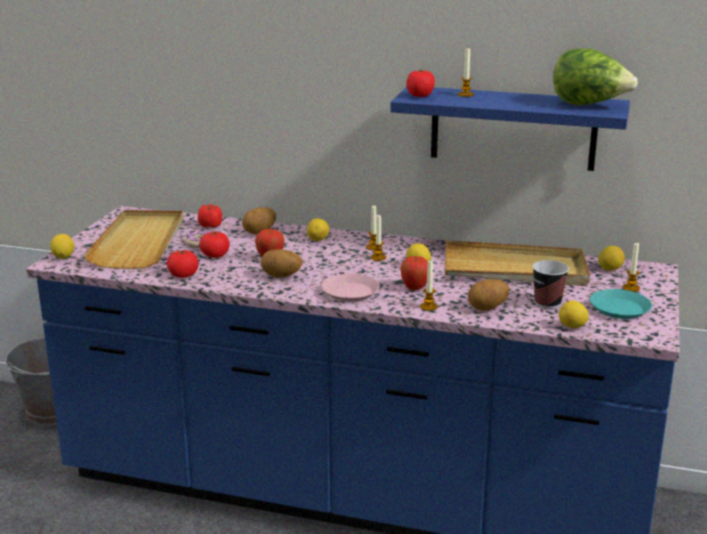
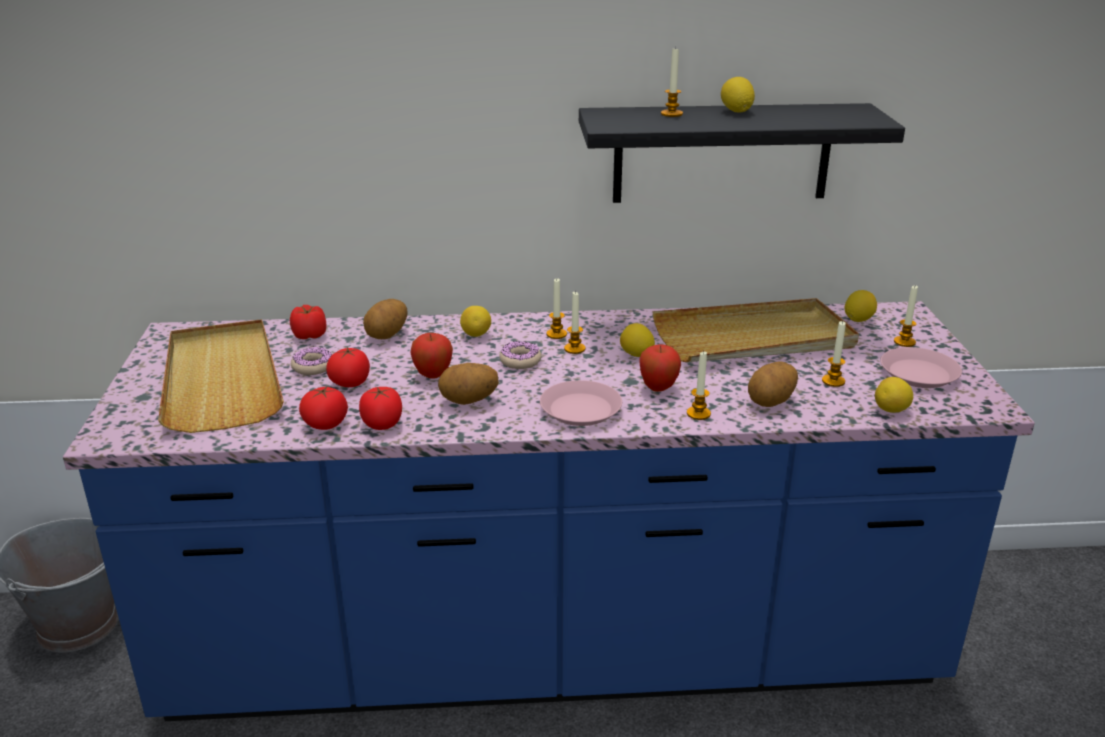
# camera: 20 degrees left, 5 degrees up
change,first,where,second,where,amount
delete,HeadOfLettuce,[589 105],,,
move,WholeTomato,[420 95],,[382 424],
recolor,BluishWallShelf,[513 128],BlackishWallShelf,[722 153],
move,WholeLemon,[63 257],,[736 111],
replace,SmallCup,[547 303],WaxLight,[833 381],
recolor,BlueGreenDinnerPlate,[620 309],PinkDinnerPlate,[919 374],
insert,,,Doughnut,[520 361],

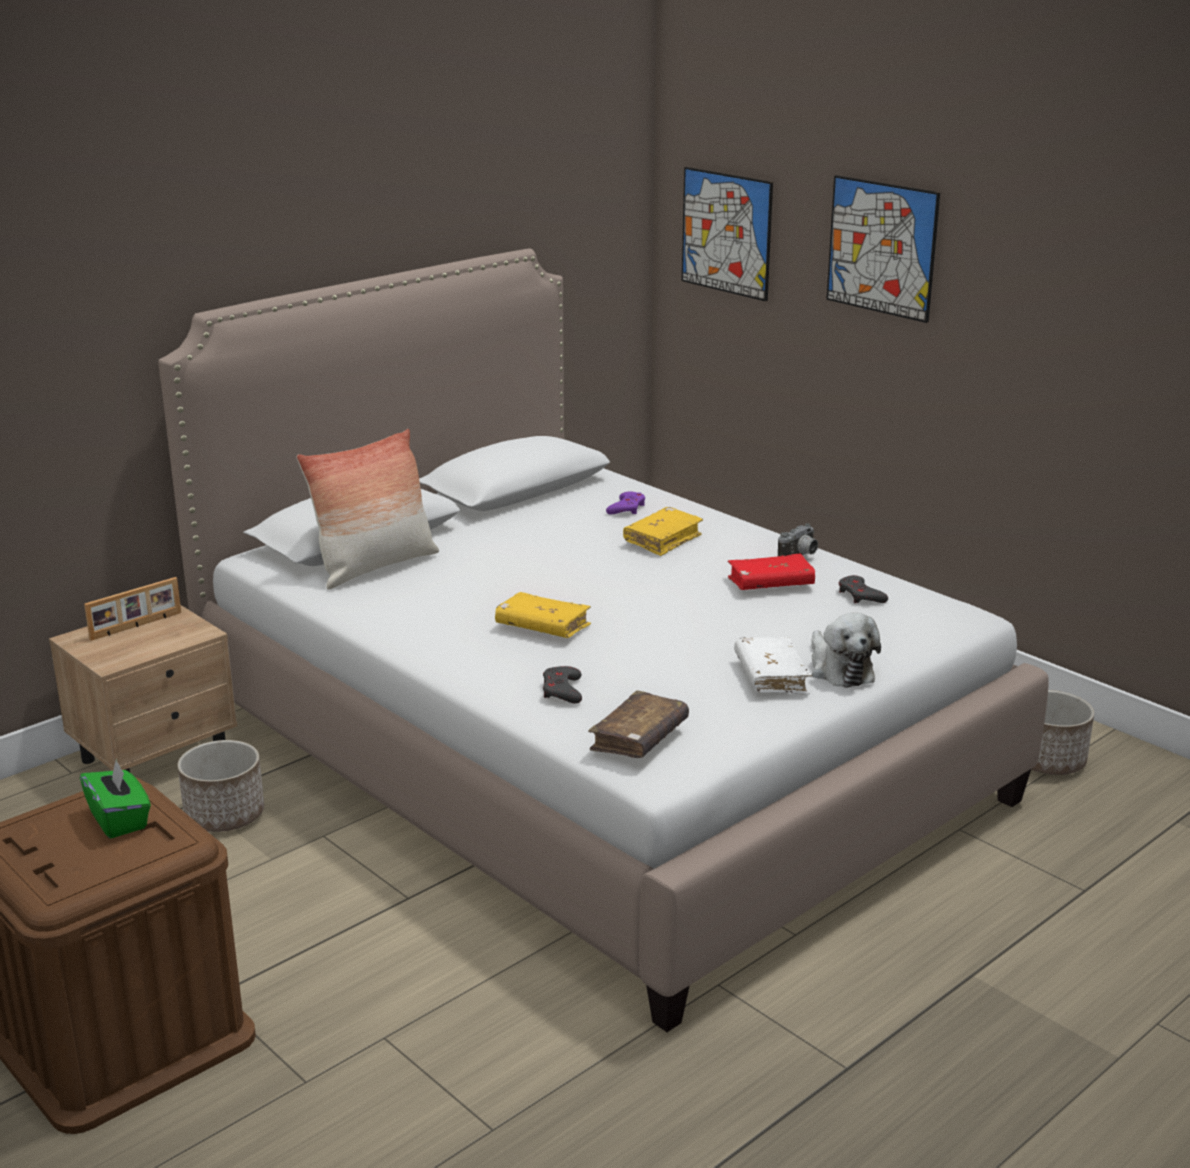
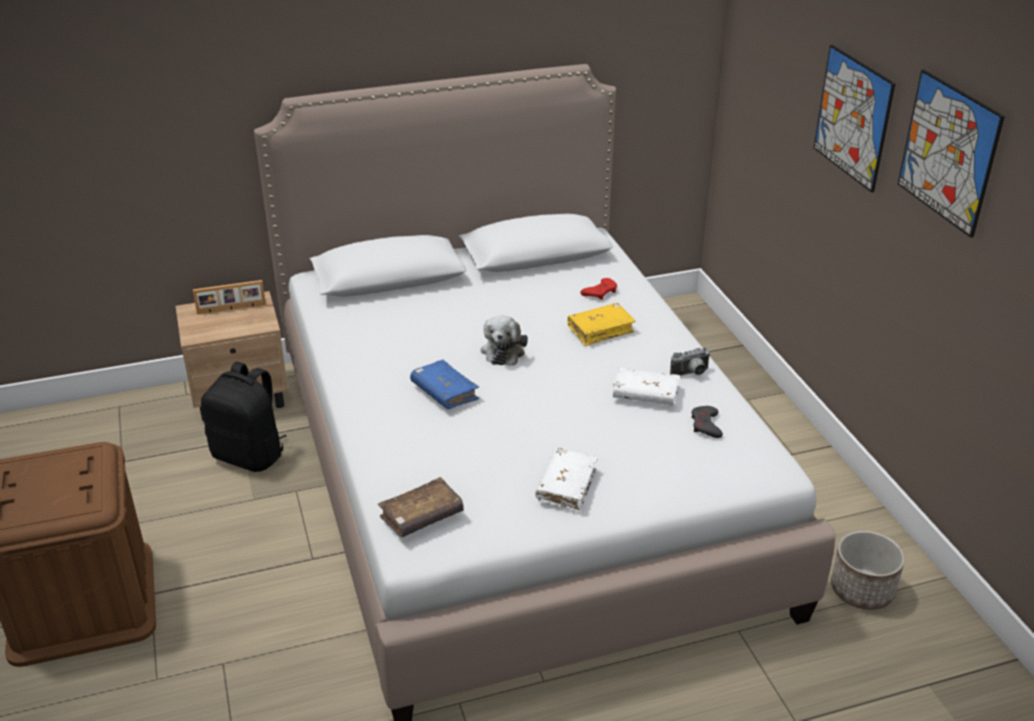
# camera: 25 degrees right, 10 degrees up
change,first,where,second,where,amount
move,WallPicture,[726 233],,[948 152],
delete,Pillow,[375 567],,,
recolor,PurpleColouredGamepad,[627 508],ReddishGamepad,[600 292],
recolor,ReddishVolume,[770 584],WhiteColouredVolume,[645 395],
recolor,YellowColouredVolume,[542 627],BluishVolume,[444 392],
move,PlushToy,[839 669],,[503 350],
delete,GreyishGamepad,[562 690],,,
replace,Planter,[225 815],BlackishRucksack,[250 455],
delete,GreenTissueHolder,[119 819],,,

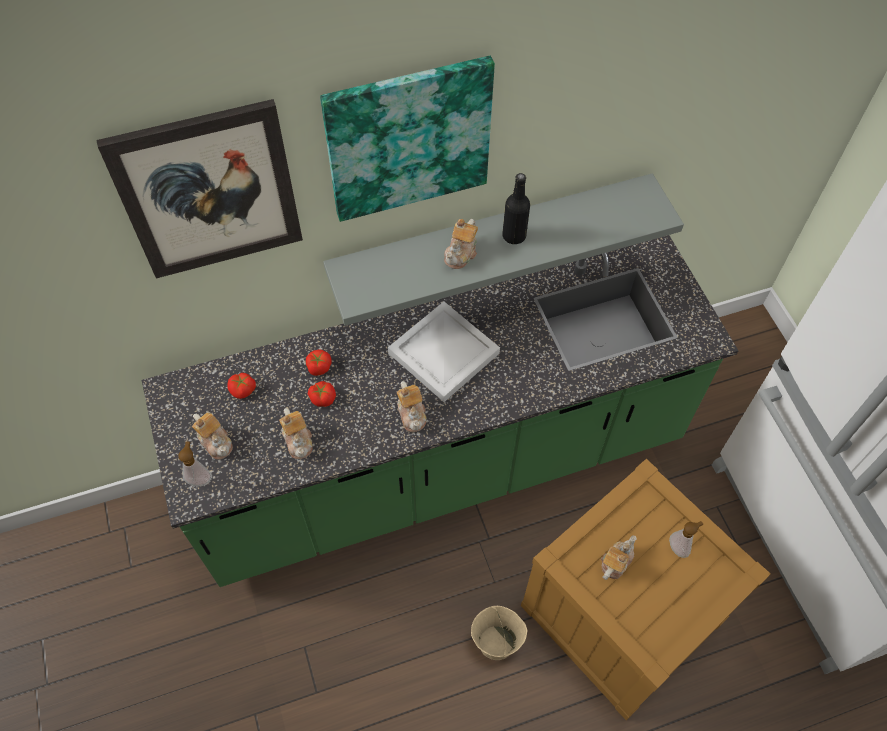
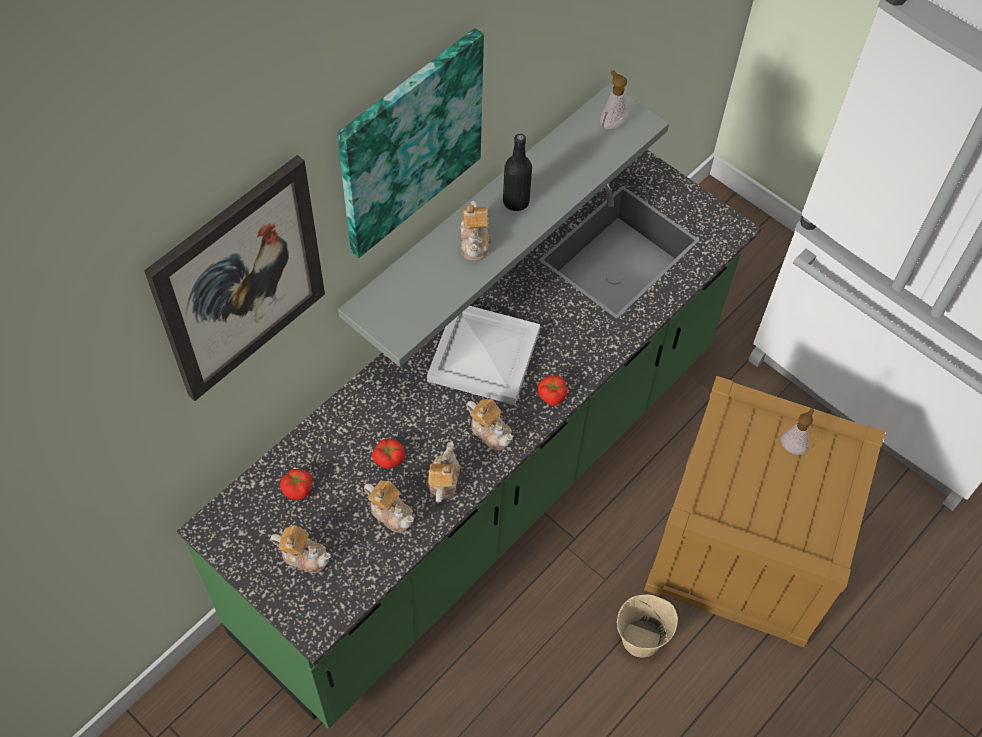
# camera: 30 degrees left, 0 degrees up
change,first,where,second,where,amount
move,WholeTomato,[318 367],,[551 395],
move,LiquidSoapBottle,[200 478],,[611 123],
move,PotForTea,[615 562],,[443 481],

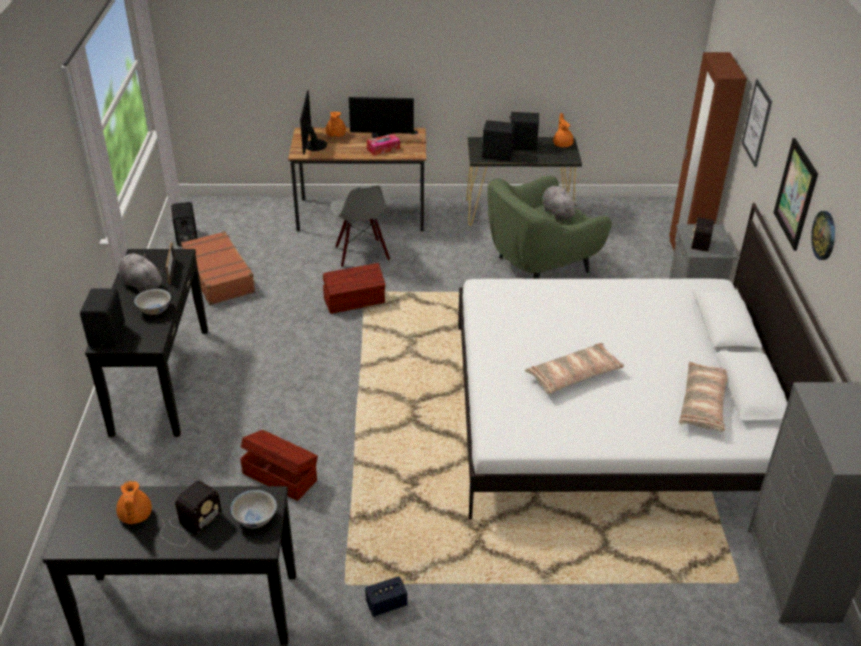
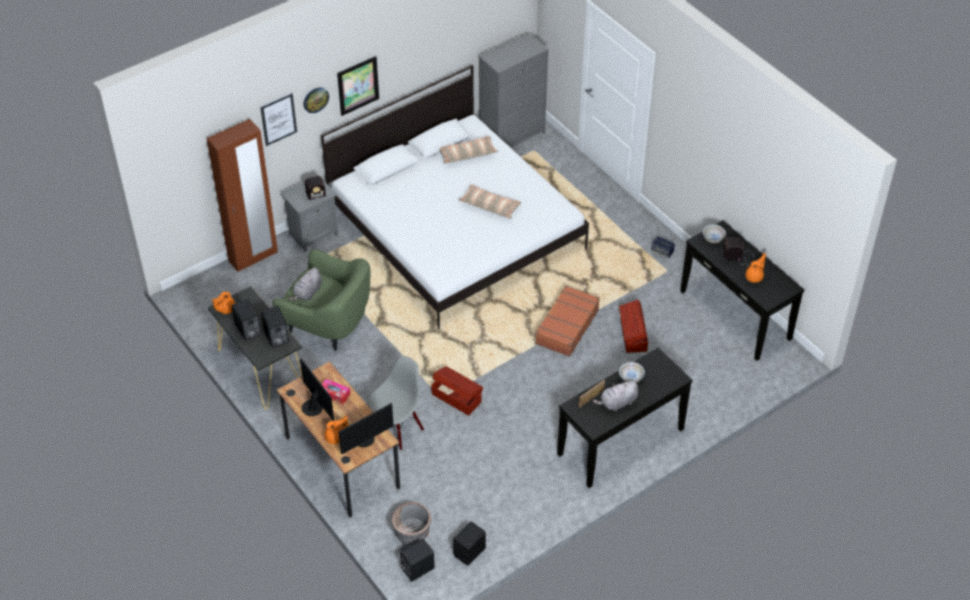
# camera: 125 degrees left, 10 degrees up
change,first,where,second,where,amount
move,WallClock,[824 235],,[315 99],
move,BrownPieceOfLuggage,[219 276],,[566 326],
rotate,GreyishPlushToy,[141 284],,[617 403],60 degrees clockwise
move,BlackishAudioSpeaker,[108 335],,[417 568],
insert,,,GreyishPlanter,[412 533],

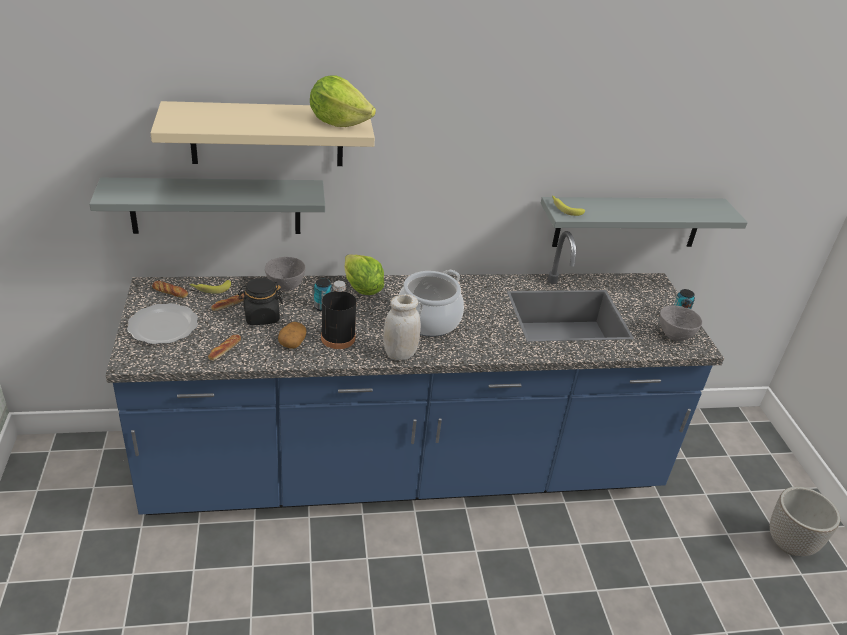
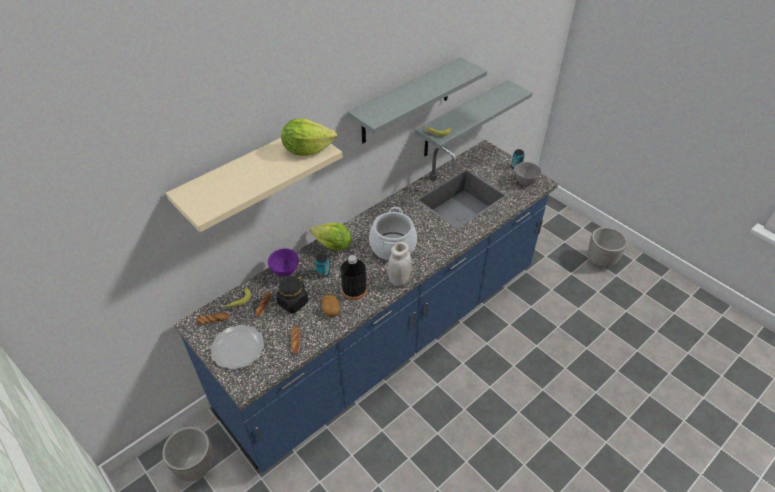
# camera: 30 degrees left, 10 degrees up
change,first,where,second,where,amount
move,GreyishWallShelf,[216 206],,[406 101],
recolor,GreyishBowl,[286 287],PurpleColouredBowl,[286 272],
insert,,,Planter,[196 466],

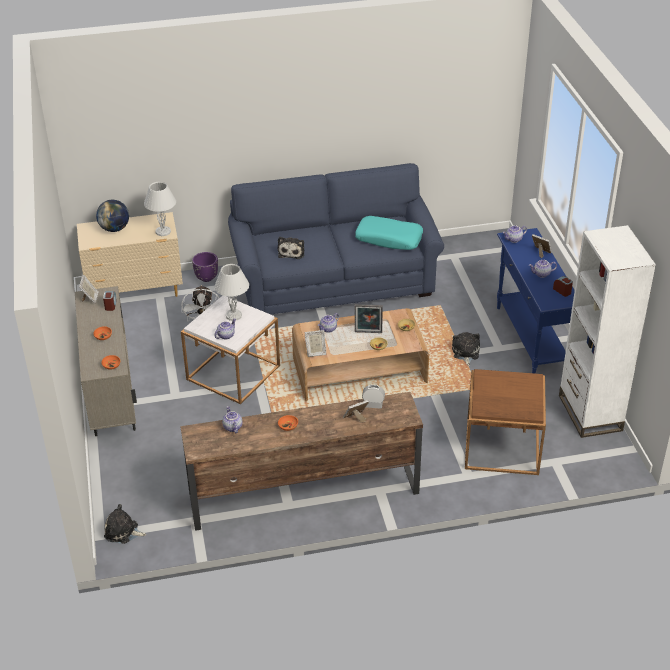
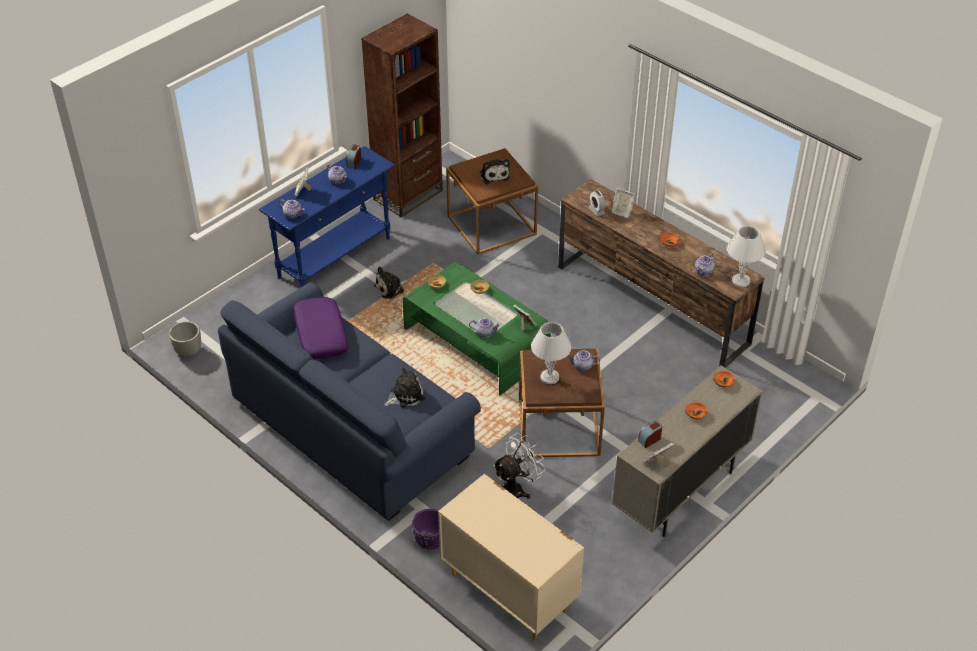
# camera: 125 degrees left, 5 degrees up
change,first,where,second,where,amount
move,WhiteColouredTableLamp,[163 231],,[740 280],
delete,Globe,[114 229],,,
recolor,BlueGreenPillow,[389 239],PurpleColouredPillow,[320 334],
recolor,WhiteColouredShelvingUnit,[590 413],BrownShelvingUnit,[408 195],
recolor,WhiteColouredEndTable,[233 373],BrownEndTable,[558 427],
delete,StandingFrame,[368 333],,,
recolor,BrownLowTable,[359 371],GreenLowTable,[476 343],
move,PlushToy,[123 532],,[494 175],
insert,,,GreyishPlanter,[188 351],

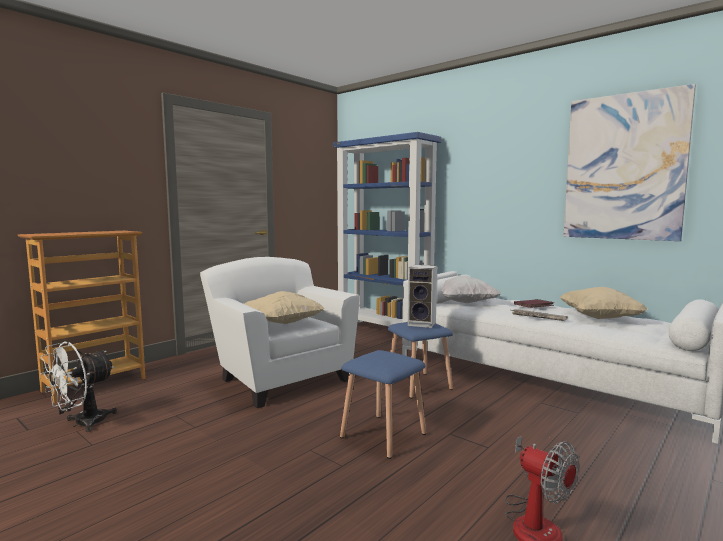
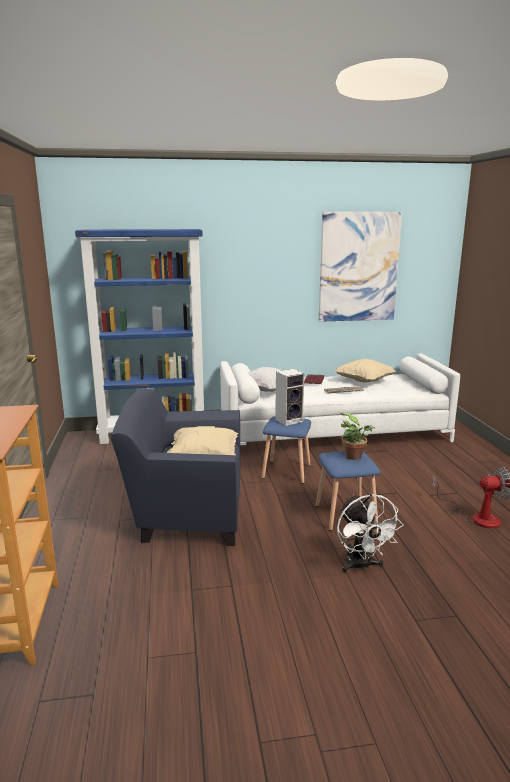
# camera: 50 degrees left, 10 degrees up
change,first,where,second,where,amount
recolor,WhiteColouredEasyChair,[280 378],BluishEasyChair,[186 515],
move,WhiteColouredCoolingFan,[82 424],,[361 566],
insert,,,Houseplant,[355 457],

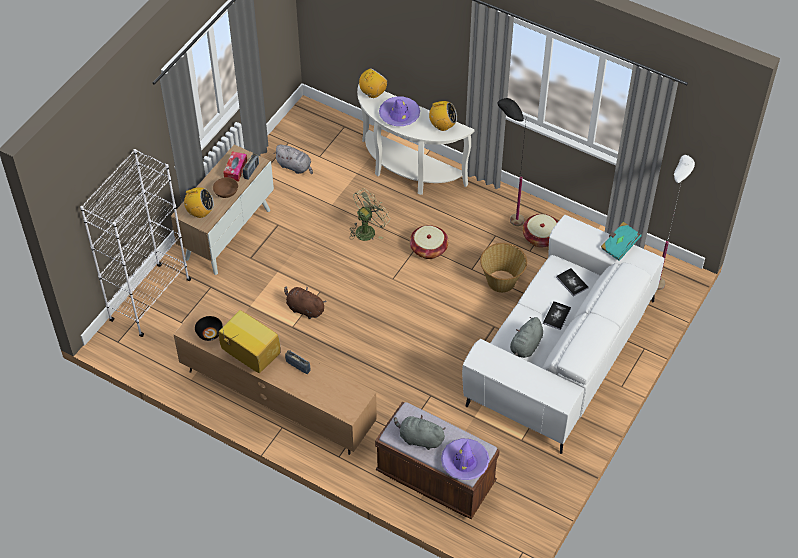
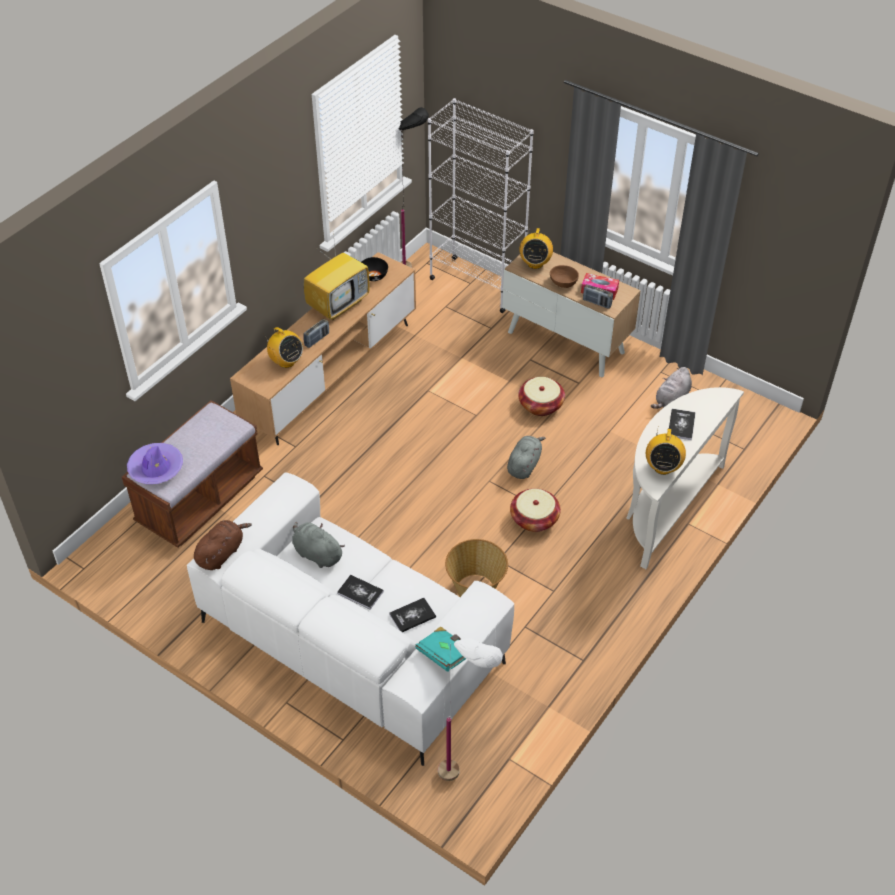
# camera: 95 degrees right, 5 degrees down
change,first,where,second,where,amount
move,RadioReceiver,[373 93],,[286 361],
replace,PurpleColouredWearableHat,[399 115],Volume,[681 425],
move,BlackishFloorLamp,[506 217],,[413 265],
delete,GreenCoolingFan,[368 230],,,
move,HouseholdBasket,[541 237],,[540 405],
move,BrownPlushToy,[304 309],,[221 553],
move,GreyishPlushToy,[419 439],,[524 465],

